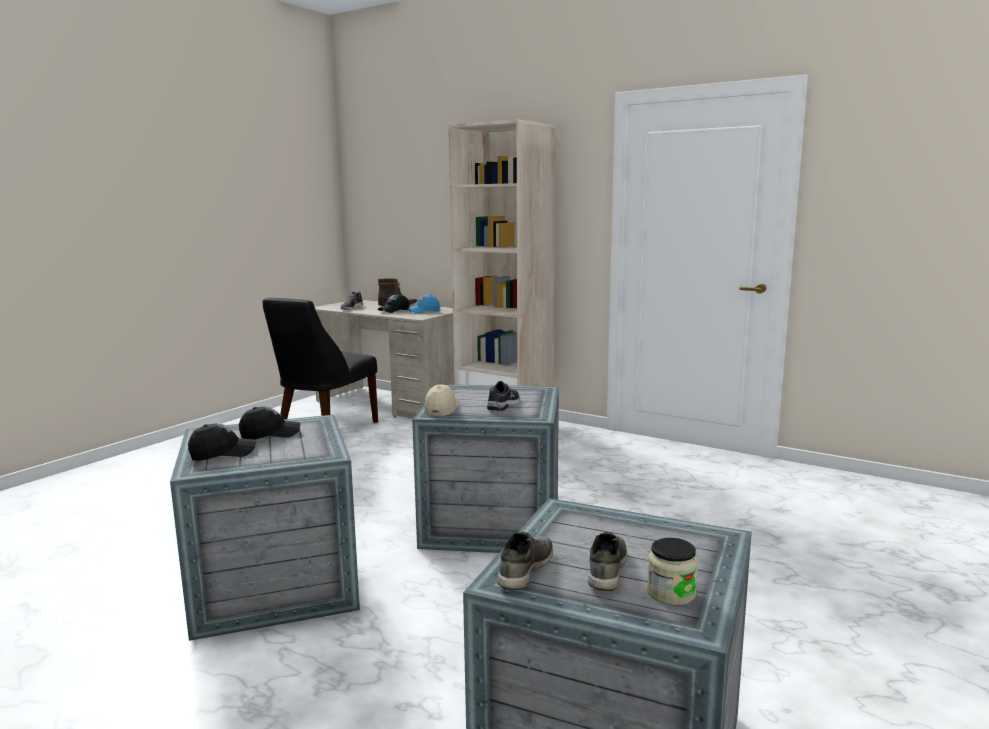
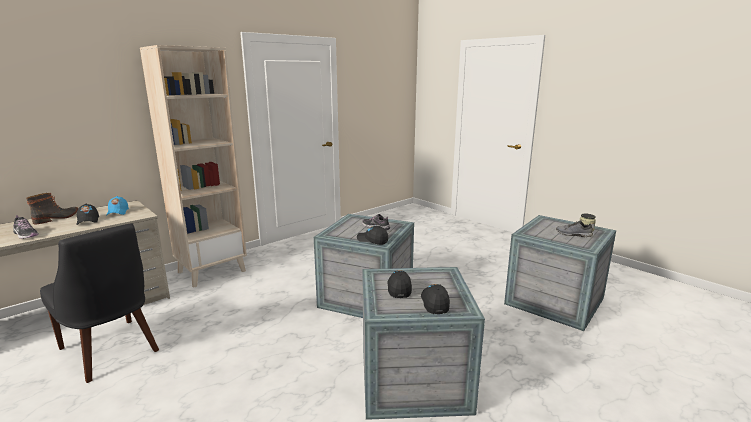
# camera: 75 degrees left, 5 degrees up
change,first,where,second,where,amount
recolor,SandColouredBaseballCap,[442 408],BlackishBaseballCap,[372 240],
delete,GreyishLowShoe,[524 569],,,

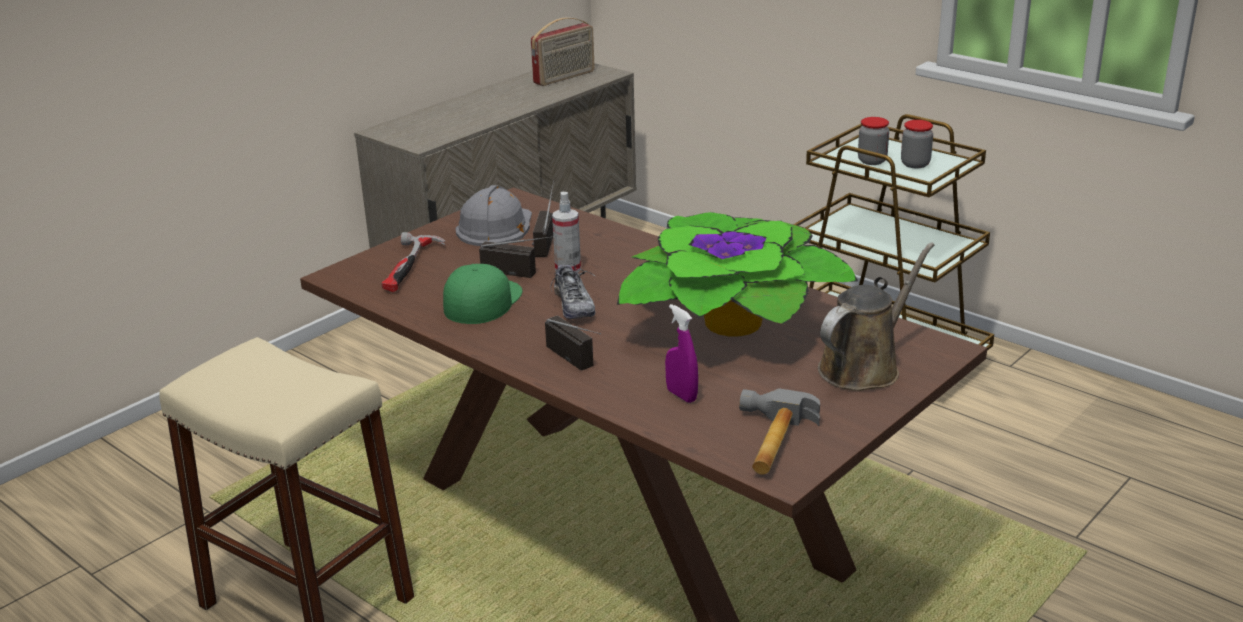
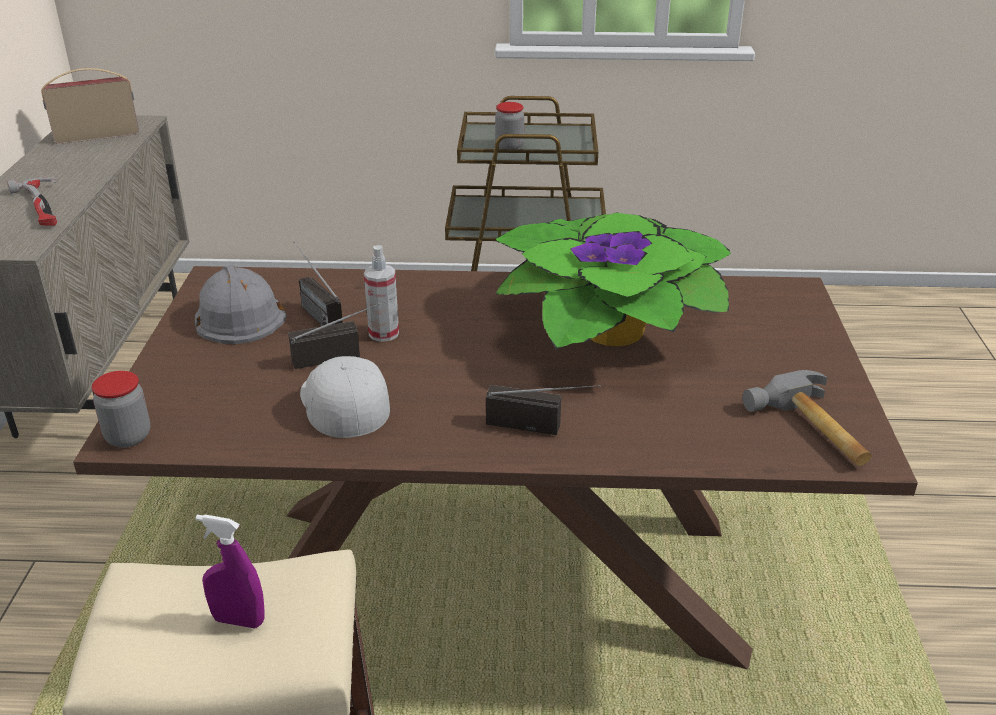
# camera: 40 degrees left, 5 degrees up
change,first,where,second,where,amount
rotate,RadioReceiver,[565 77],,[97 136],120 degrees counterclockwise
move,PreserveJar,[915 164],,[128 437],
move,Hammer,[410 267],,[43 206],
delete,BrownSprinklingCan,[864 367],,,
delete,LowShoe,[573 305],,,
recolor,GreenBaseballCap,[482 300],WhiteColouredBaseballCap,[343 401],
move,PurpleColouredHandSprayer,[681 395],,[238 620],

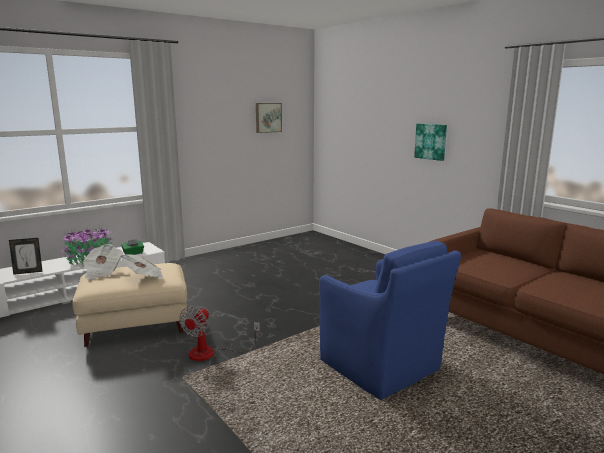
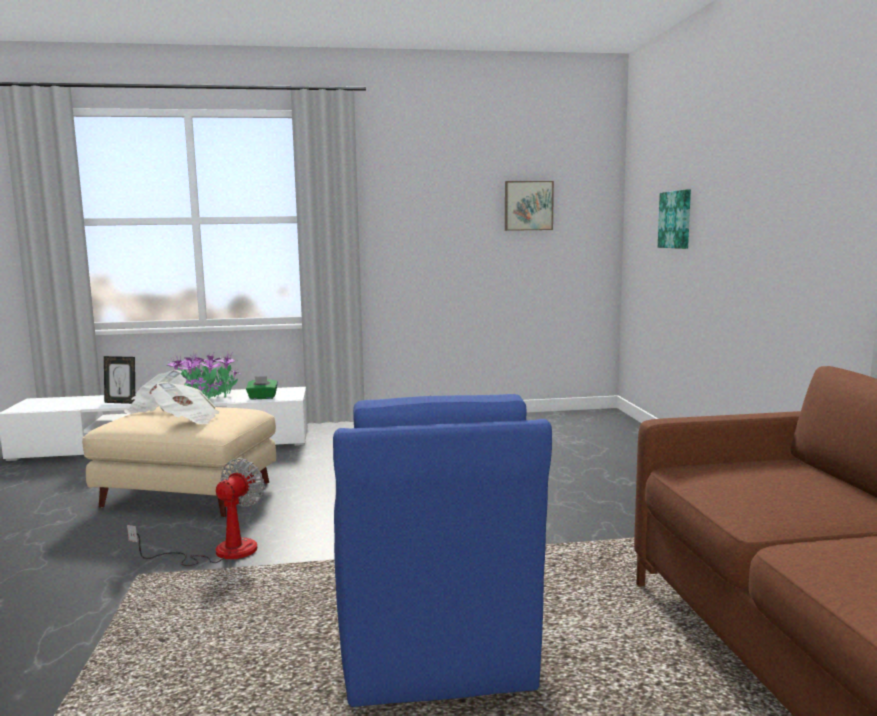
# camera: 30 degrees right, 5 degrees down
change,first,where,second,where,amount
move,WallPicture,[431 141],,[676 219],
rotate,CoolingFan,[211 352],,[220 552],150 degrees clockwise

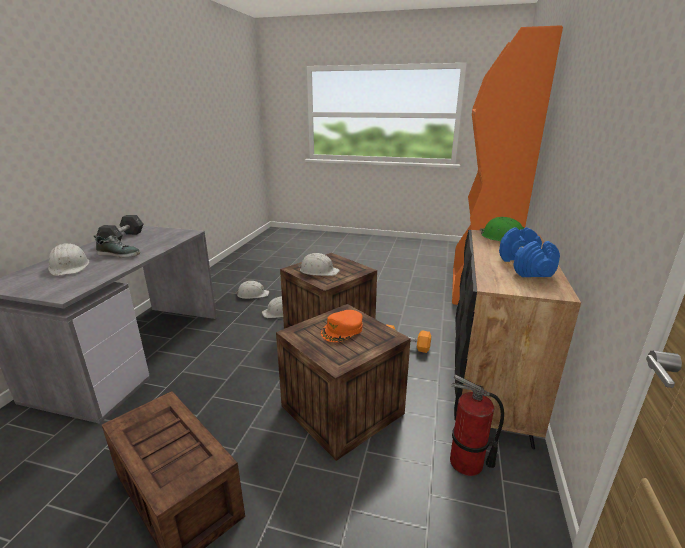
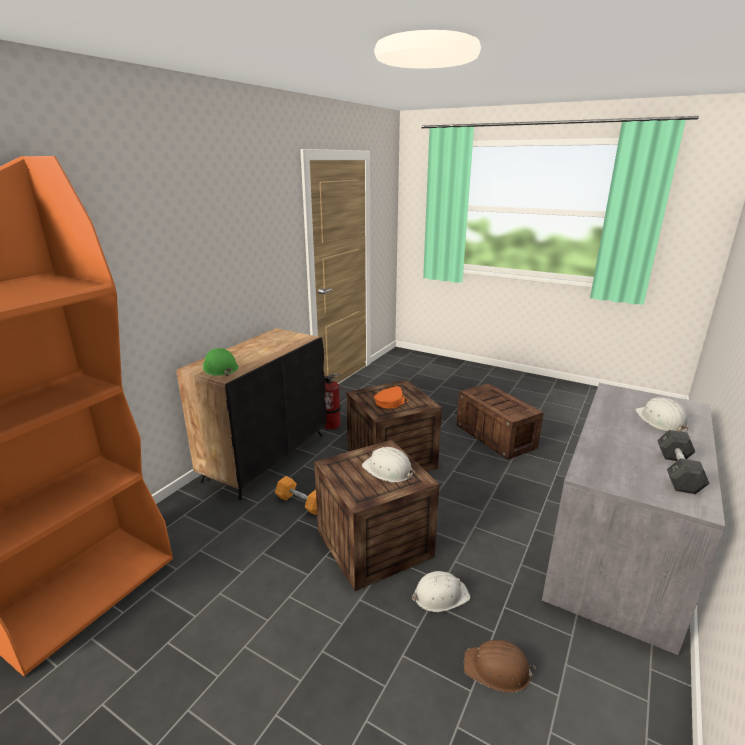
# camera: 165 degrees left, 0 degrees up
change,first,where,second,where,amount
delete,BluishDumbbell,[525 267],,,
delete,LowShoe,[119 254],,,
recolor,WhiteColouredWorkHelmet,[252 294],BrownWorkHelmet,[497 669],

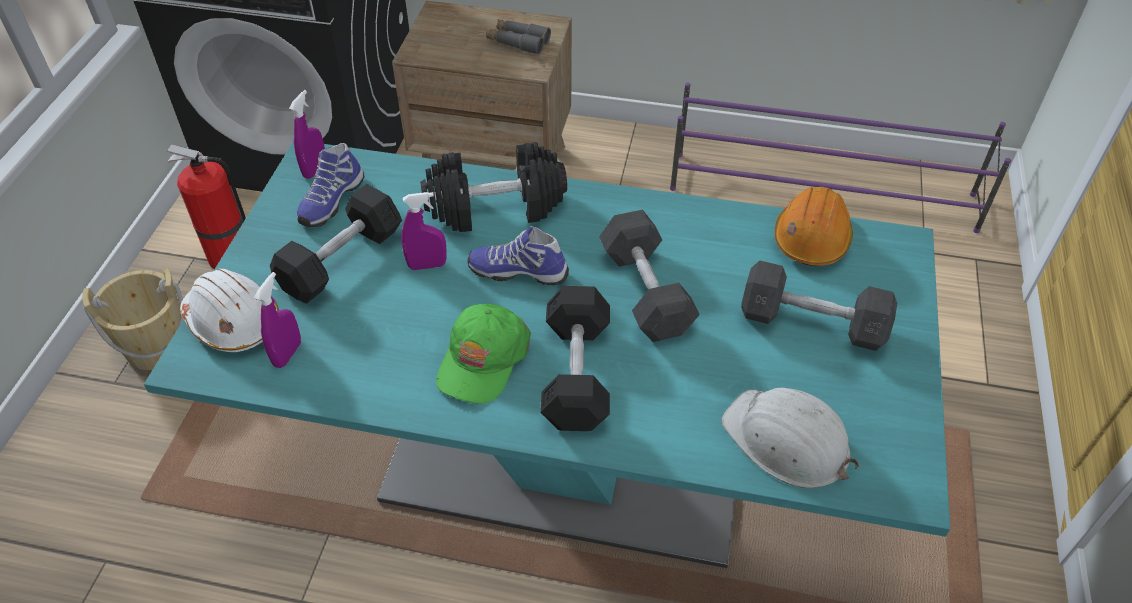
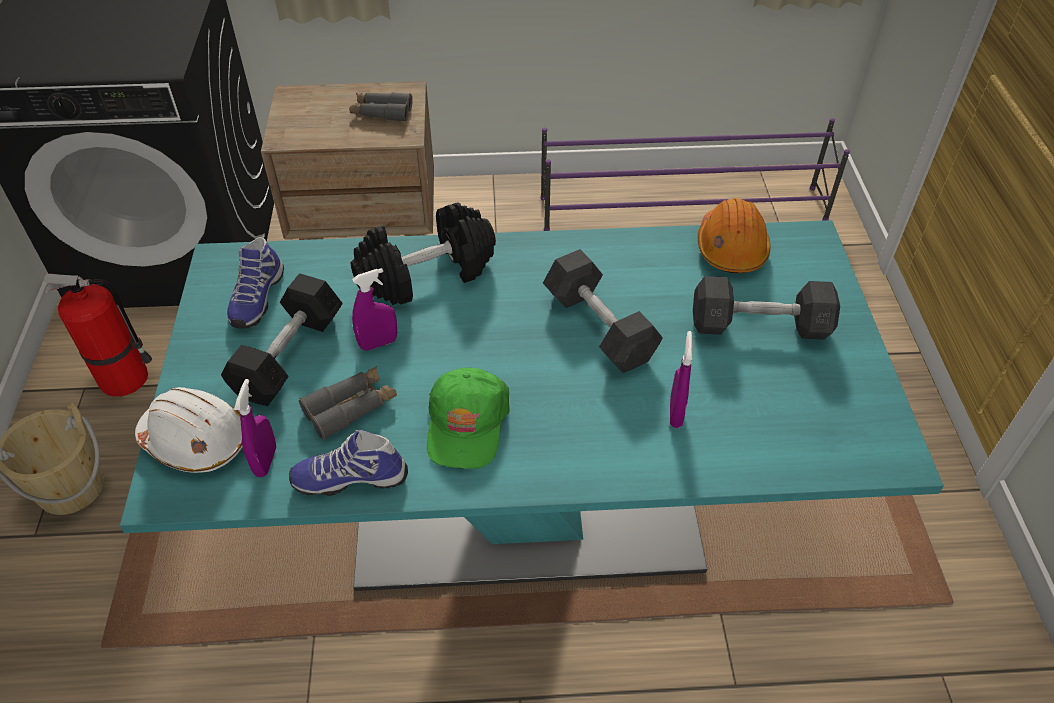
# camera: 15 degrees left, 0 degrees up
change,first,where,second,where,amount
move,PurpleColouredHandSprayer,[315 169],,[676 413],
move,LowShoe,[519 270],,[350 477],
delete,BlackishDumbbell,[576 373],,,
delete,WhiteColouredWorkHelmet,[787 441],,,
insert,,,GreyishPairOfBinoculars,[351 407],

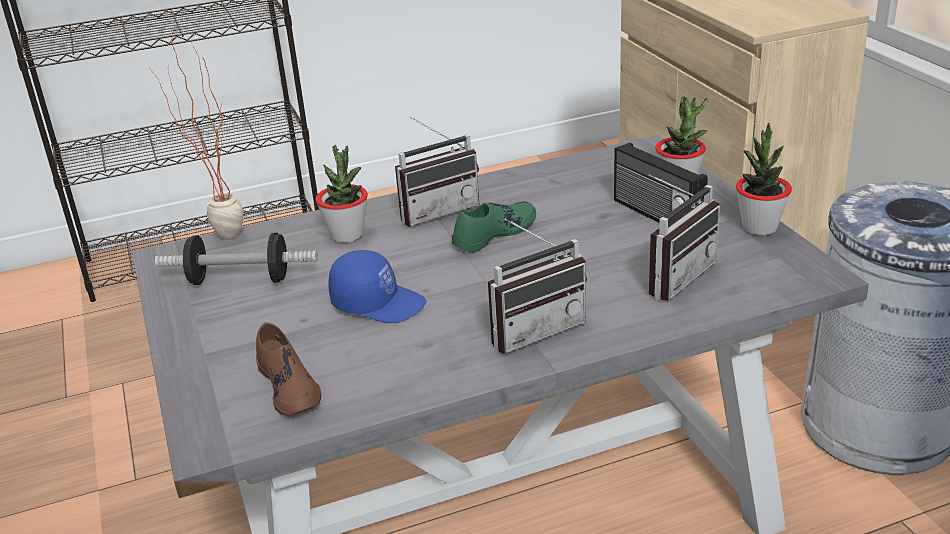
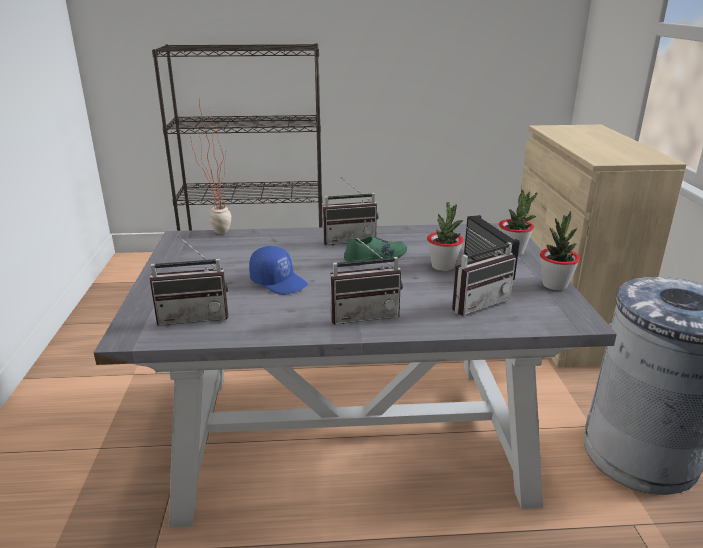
# camera: 15 degrees right, 5 degrees down
change,first,where,second,where,amount
move,Houseplant,[347 235],,[443 266],
delete,Dumbbell,[240 280],,,
replace,BrownLowShoe,[289 387],RadioReceiver,[194 316],

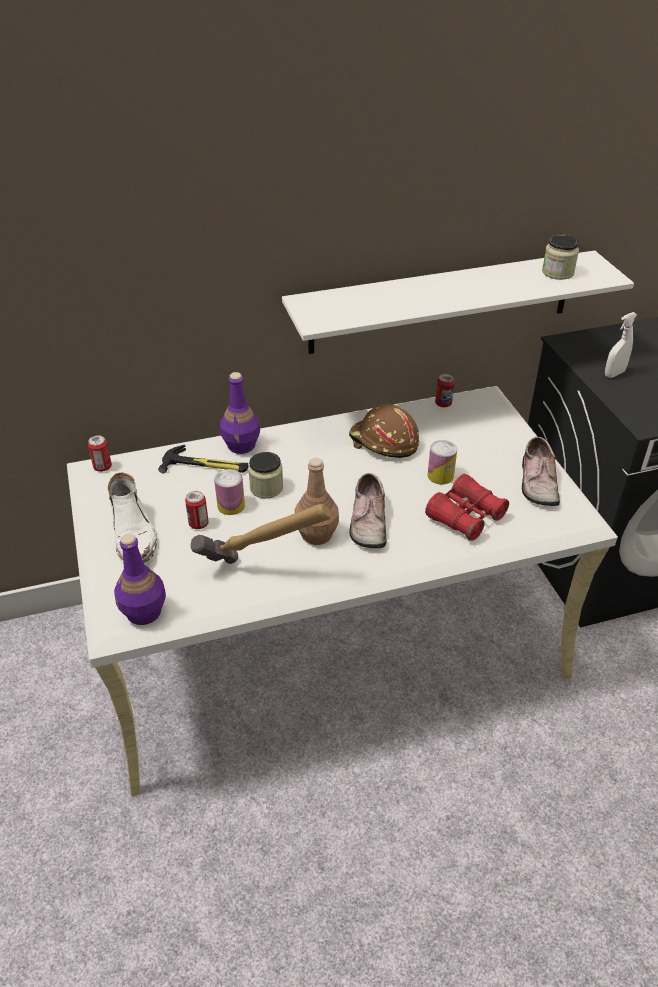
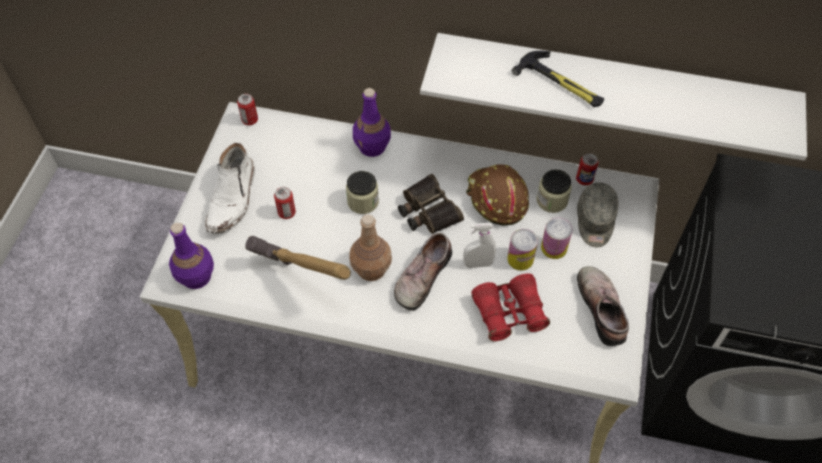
# camera: 30 degrees right, 15 degrees up
change,first,where,second,where,amount
move,PreserveJar,[557 272],,[552 200],
move,WhiteColouredHandSprayer,[614 374],,[478 264],
rotate,LowShoe,[536 482],,[604 308],135 degrees clockwise
move,Hammer,[206 465],,[561 83],
move,SealedCan,[231 505],,[554 248],
insert,,,PairOfBinoculars,[427 211],
insert,,,GreyishBaseballCap,[595 221],

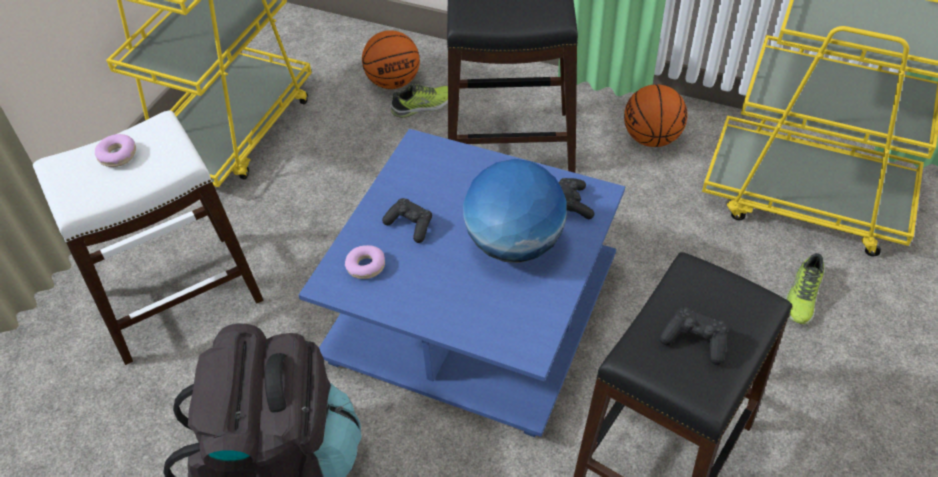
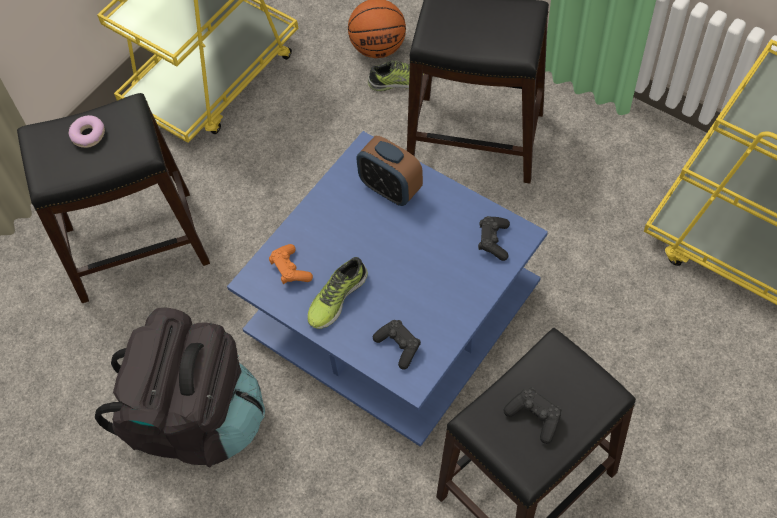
# camera: 15 degrees right, 10 degrees up
change,first,where,second,where,amount
delete,Basketball,[651 138],,,
recolor,WhiteColouredStool,[179 297],BlackishStool,[137 246],
delete,Globe,[514 244],,,
move,BlackishGamepad,[410 225],,[399 346],
replace,Doughnut,[366 266],OrangeGamepad,[290 270],
move,LowShoe,[802 296],,[336 297],
insert,,,AlarmClock,[390 189],

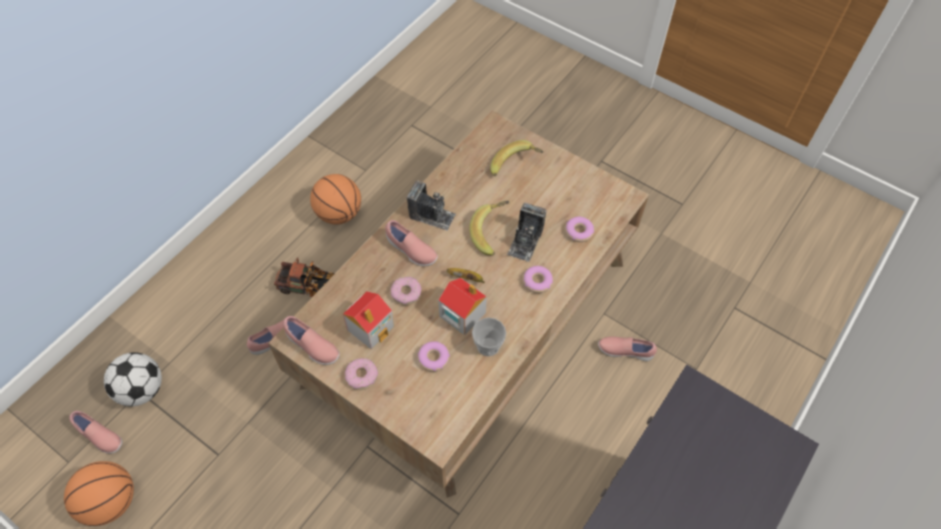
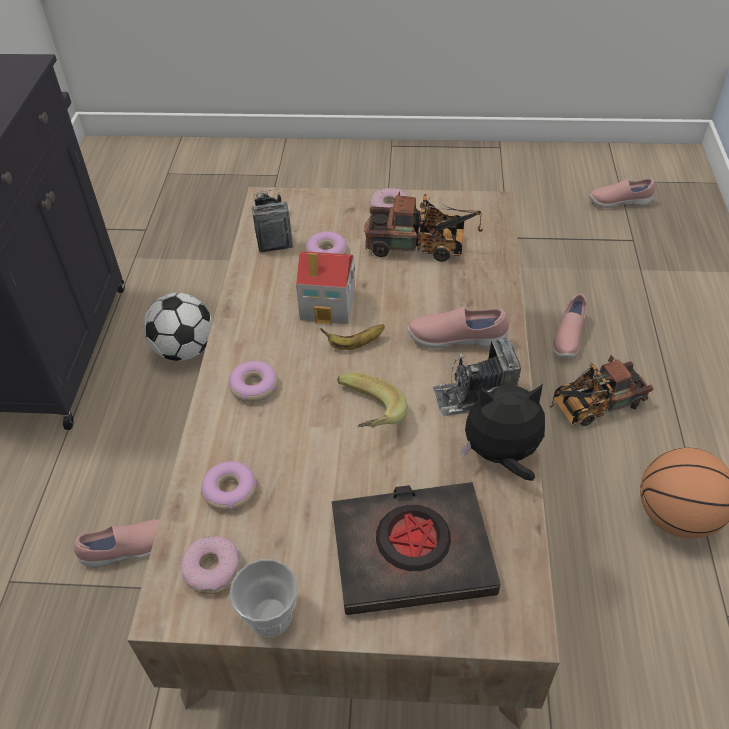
# camera: 150 degrees right, 10 degrees down
change,first,where,second,where,amount
replace,WholeBanana,[516 167],BlackishVolume,[412 552],
move,PhotoCamera,[525 241],,[273 233],
move,Doughnut,[406 293],,[212 569],
replace,ToyHouse,[371 327],ToyTruck,[422 247],
delete,PinkLowShoe,[312 347],,,
move,SmallCup,[488 346],,[270 615],
move,BallForFootball,[142 389],,[184 350],
delete,Basketball,[111 502],,,
insert,,,PlushToy,[501 455],

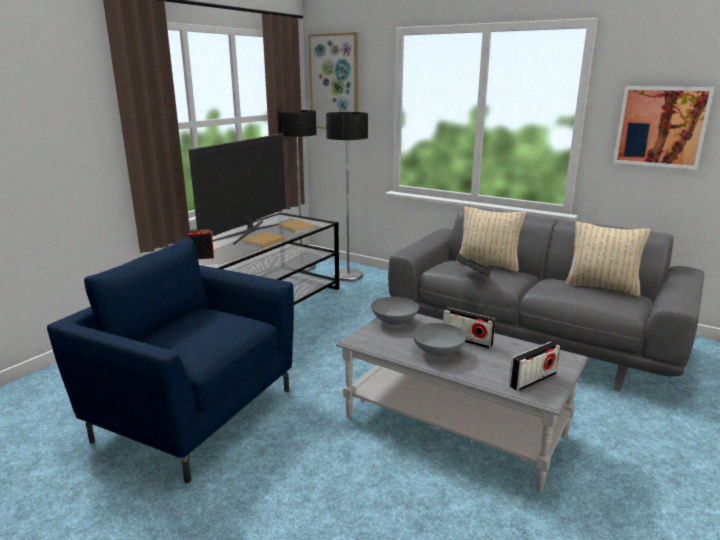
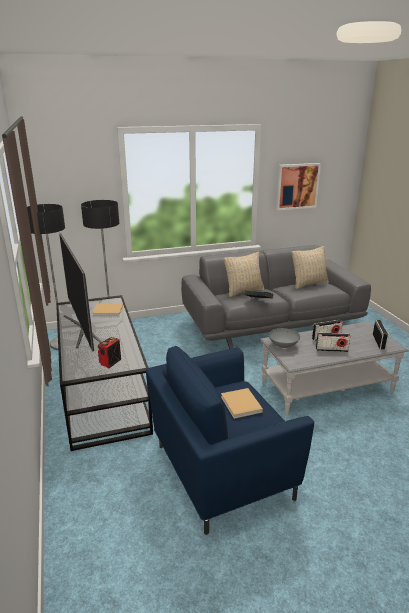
# camera: 50 degrees left, 5 degrees up
change,first,where,second,where,amount
delete,WallPicture,[334 82],,,
move,SandColouredVolume,[262 242],,[241 405],
replace,GreyishBowl,[438 353],RadioReceiver,[331 349],

